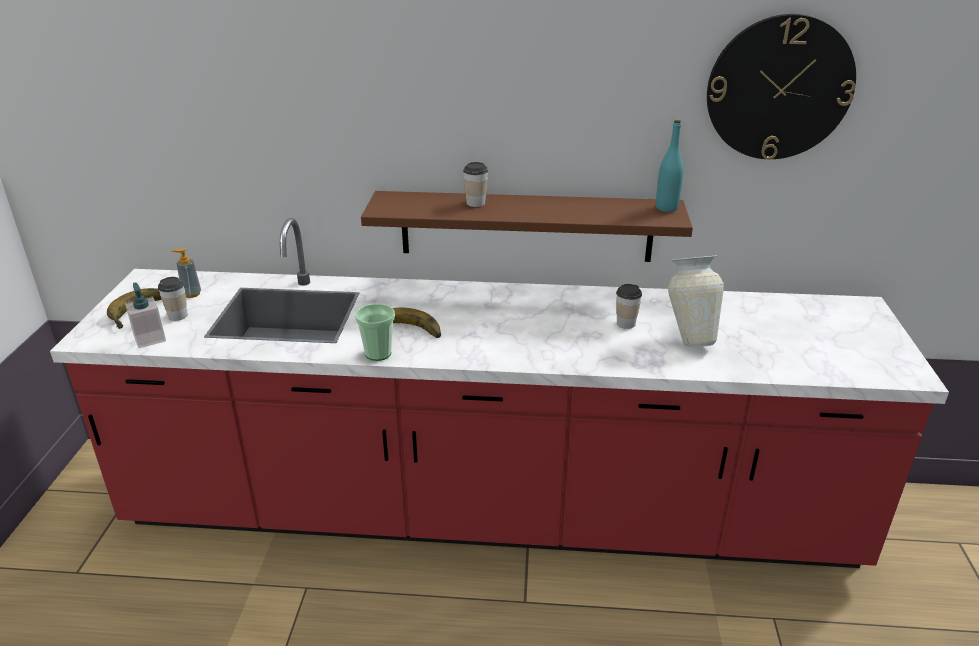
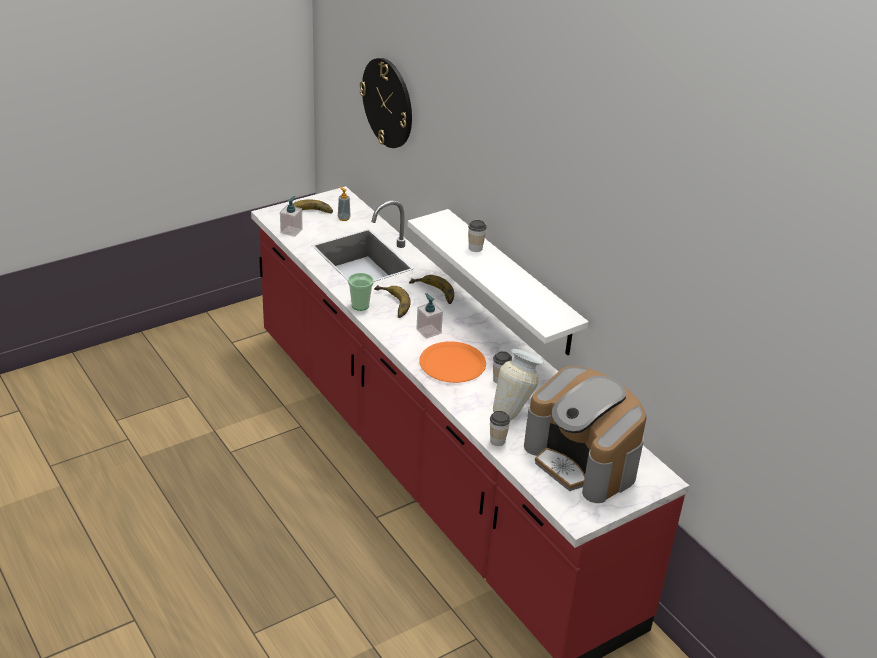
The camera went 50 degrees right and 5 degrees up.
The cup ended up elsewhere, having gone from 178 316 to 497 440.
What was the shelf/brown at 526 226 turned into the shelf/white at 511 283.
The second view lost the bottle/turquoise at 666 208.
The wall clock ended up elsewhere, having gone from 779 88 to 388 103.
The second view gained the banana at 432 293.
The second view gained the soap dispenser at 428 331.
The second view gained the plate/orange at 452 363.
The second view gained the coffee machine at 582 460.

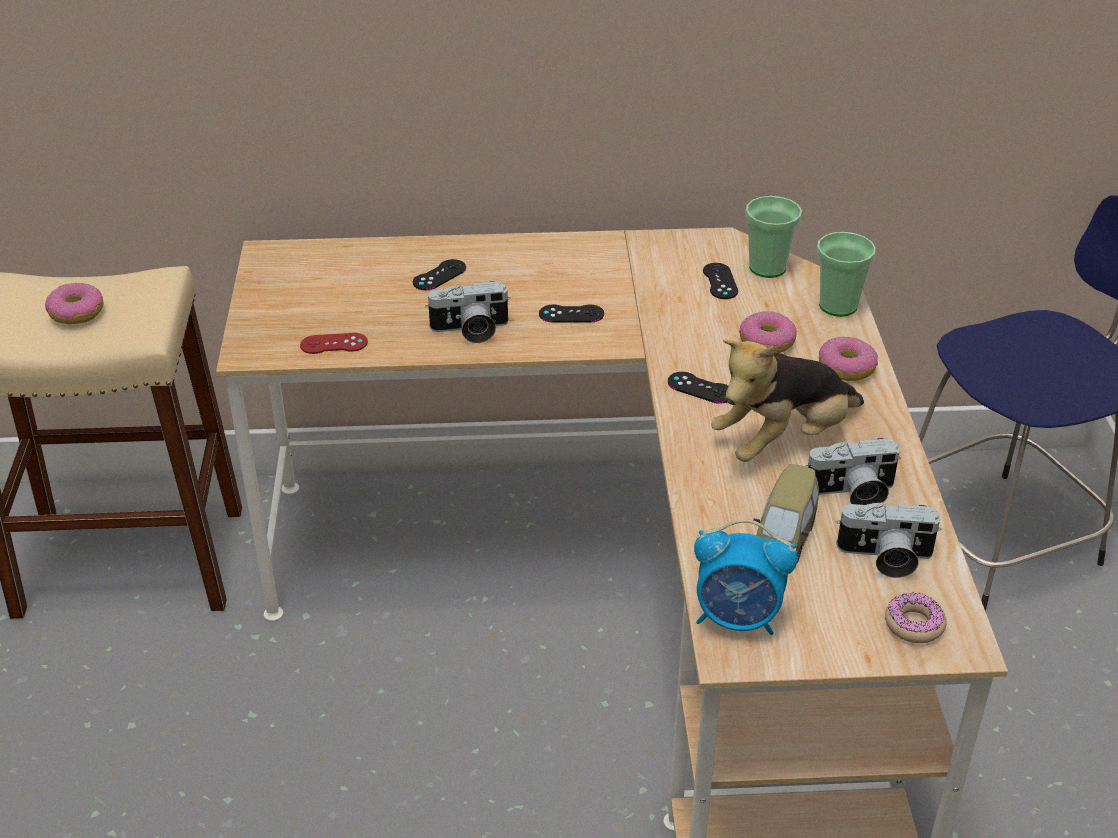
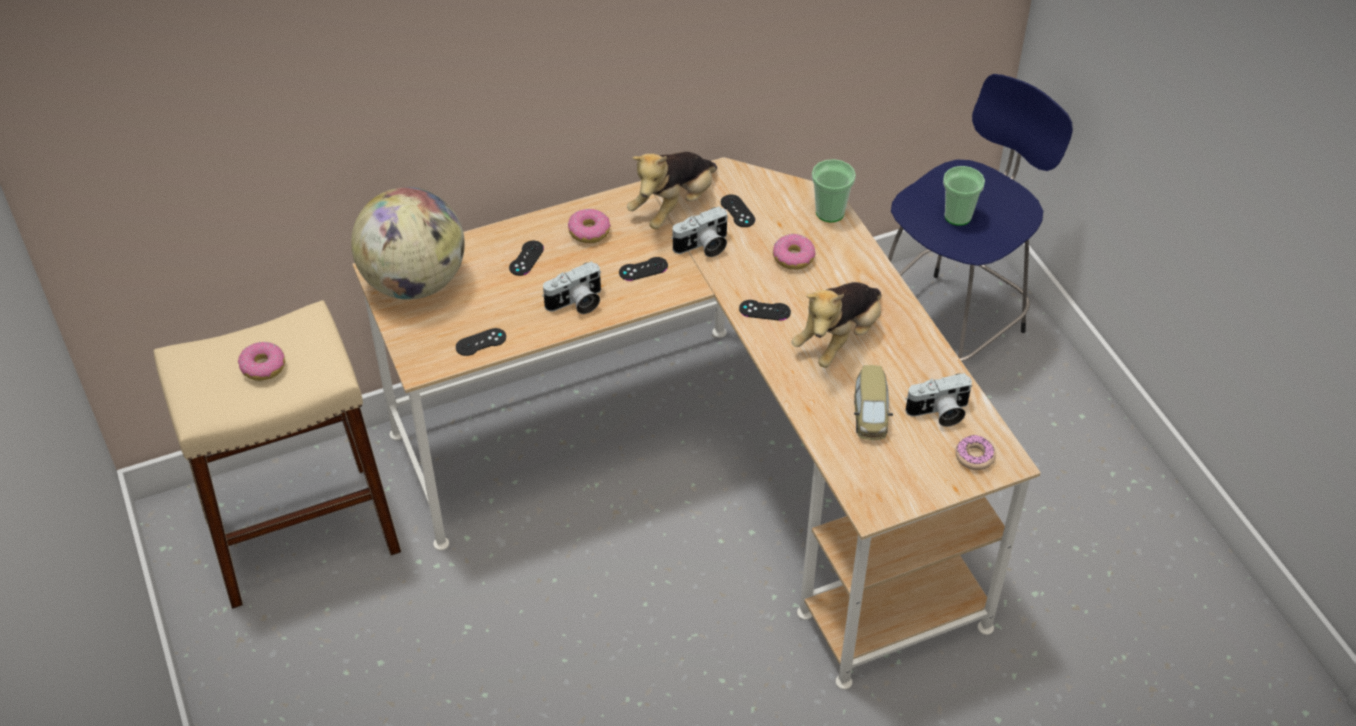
The camera went 20 degrees left and 10 degrees up.
What was the game controller/red at 334 344 turned into the game controller/black at 481 342.
The second view lost the alarm clock at 738 618.
The cup ended up elsewhere, having gone from 767 268 to 957 216.
The photo camera ended up elsewhere, having gone from 852 493 to 703 247.
The donut ended up elsewhere, having gone from 847 368 to 589 231.
The second view gained the globe at 415 282.
The second view gained the plush toy at 674 206.

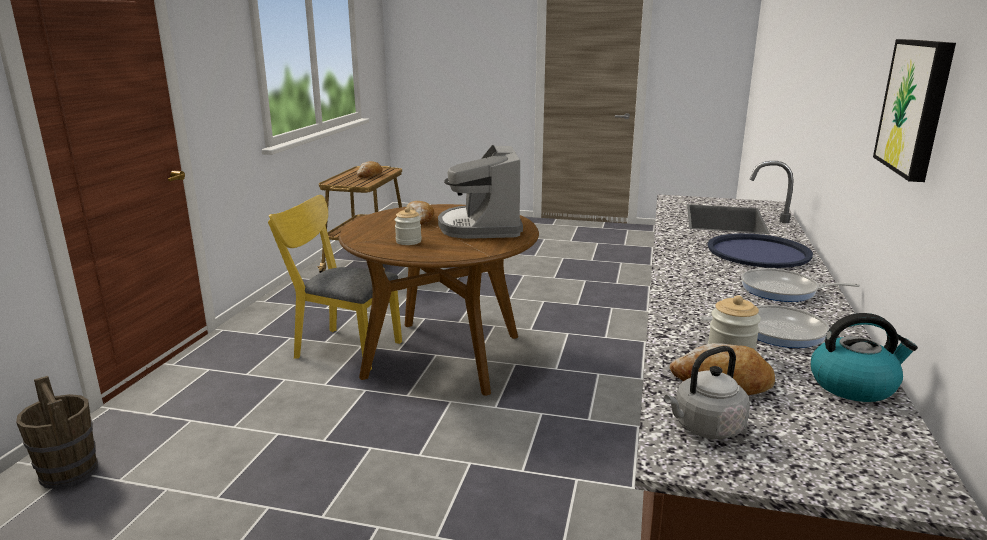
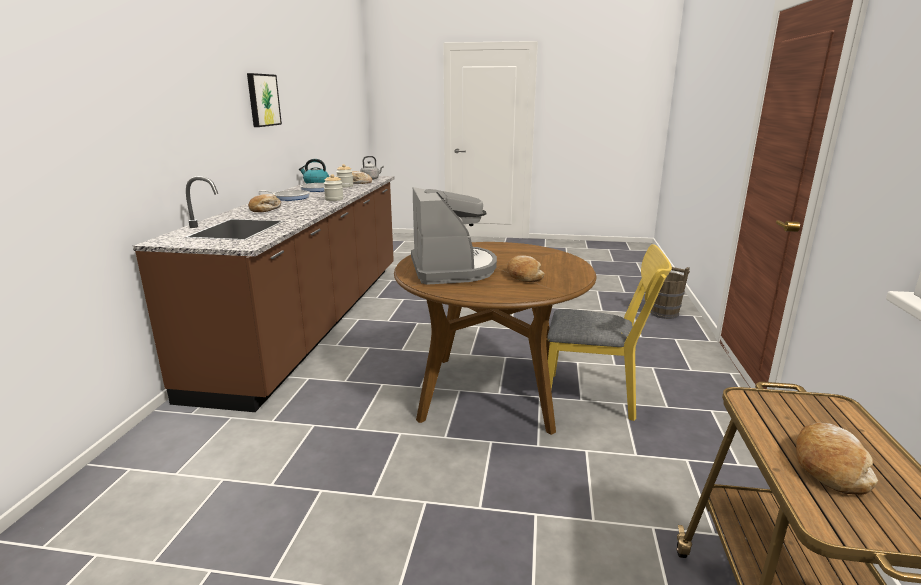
The camera went 175 degrees right and 0 degrees up.
The jar ended up elsewhere, having gone from 408 241 to 334 199.
Where the tray/blue stood at 758 252, the bread came to stand at 266 209.

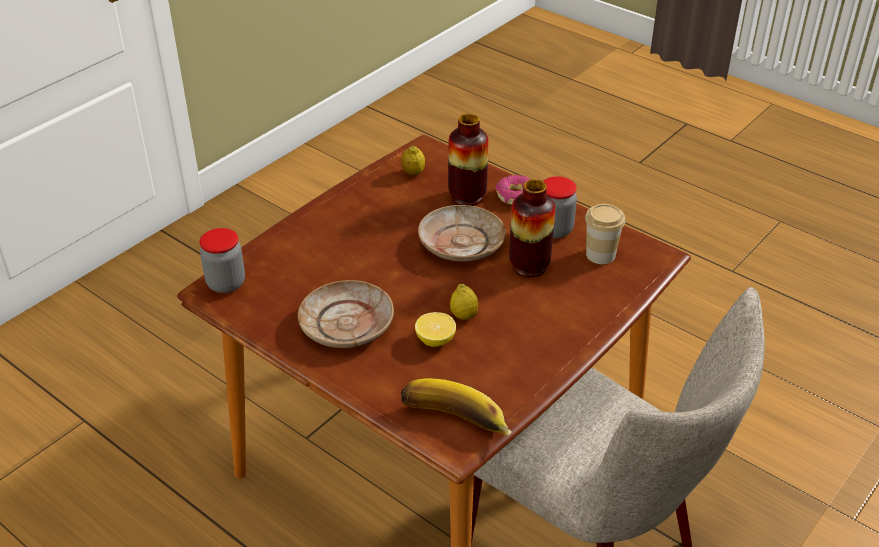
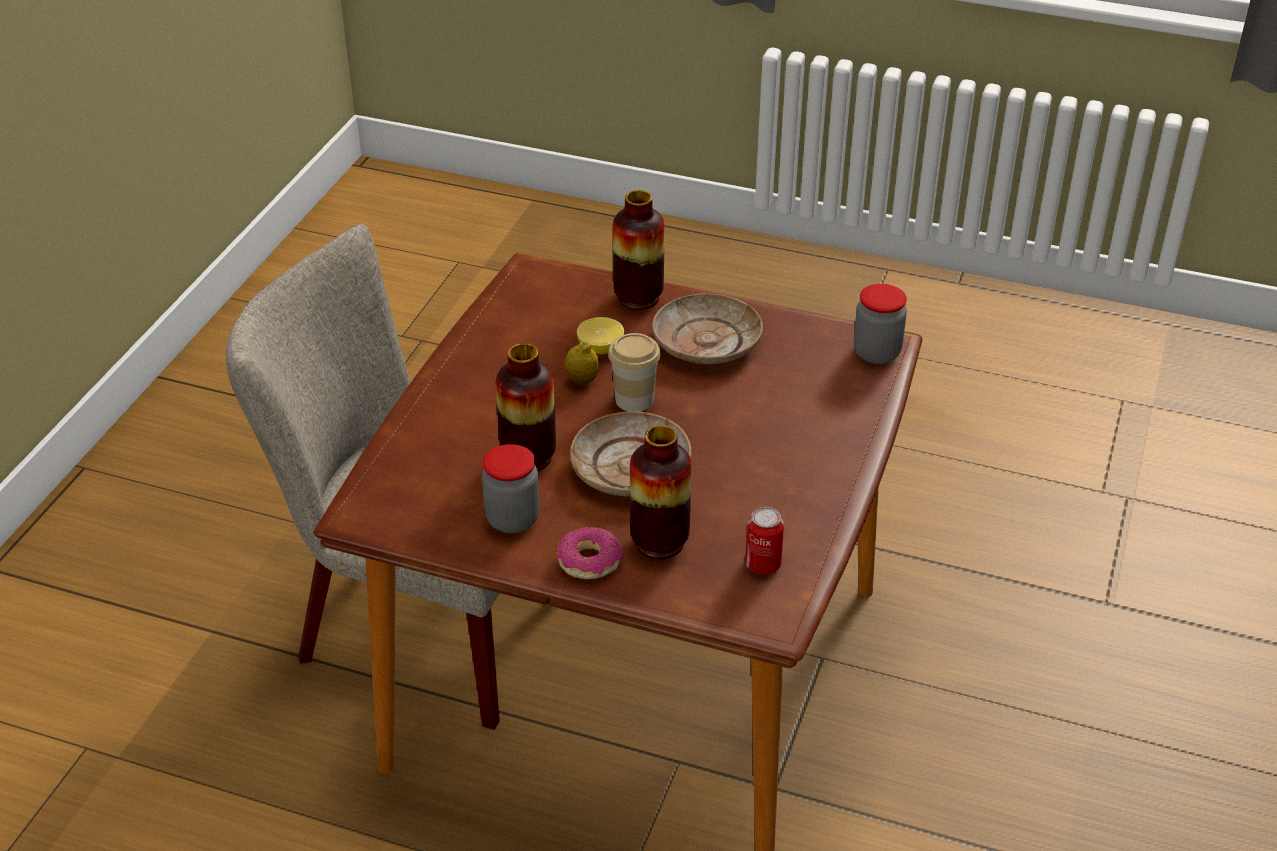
The camera went 160 degrees right and 0 degrees up.
Where the lemon stood at 413 173, the can came to stand at 763 564.
The second view lost the banana at 453 424.
The cup ended up elsewhere, having gone from 600 254 to 634 399.
The second view gained the vase at 638 298.

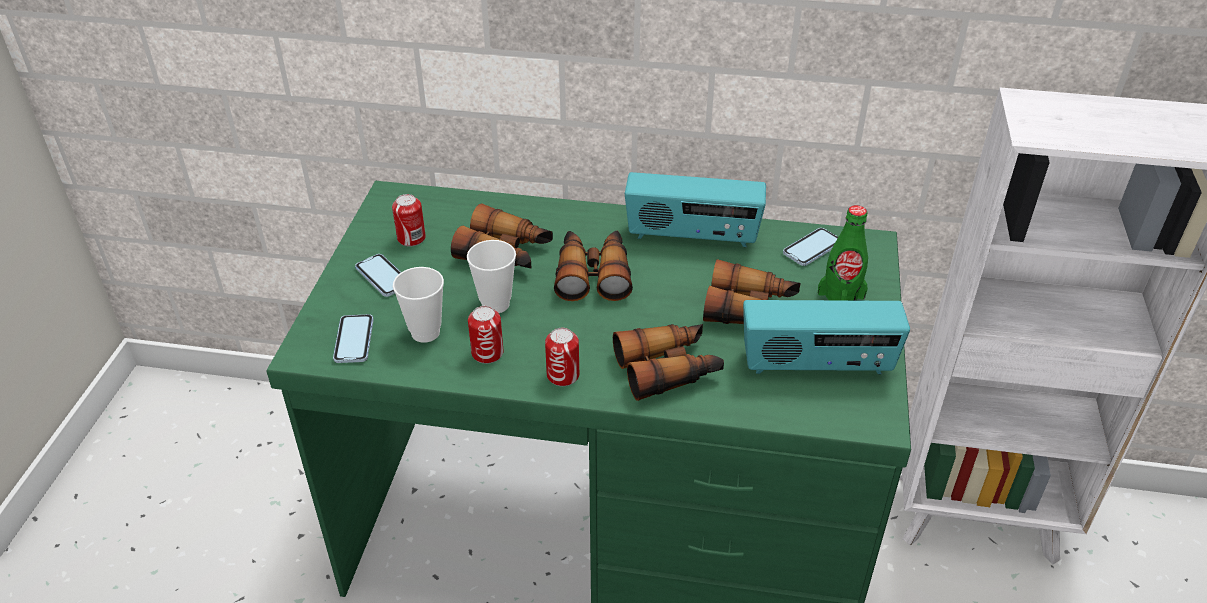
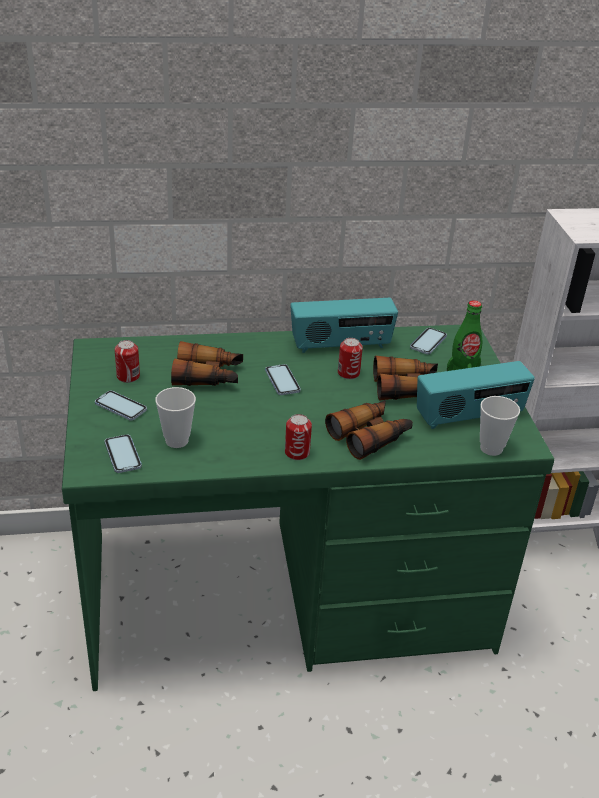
The camera went 20 degrees left and 5 degrees down.
The cup ended up elsewhere, having gone from 495 304 to 491 448.
The can ended up elsewhere, having gone from 487 353 to 348 373.
Where the binoculars stood at 593 274, the phone came to stand at 282 381.

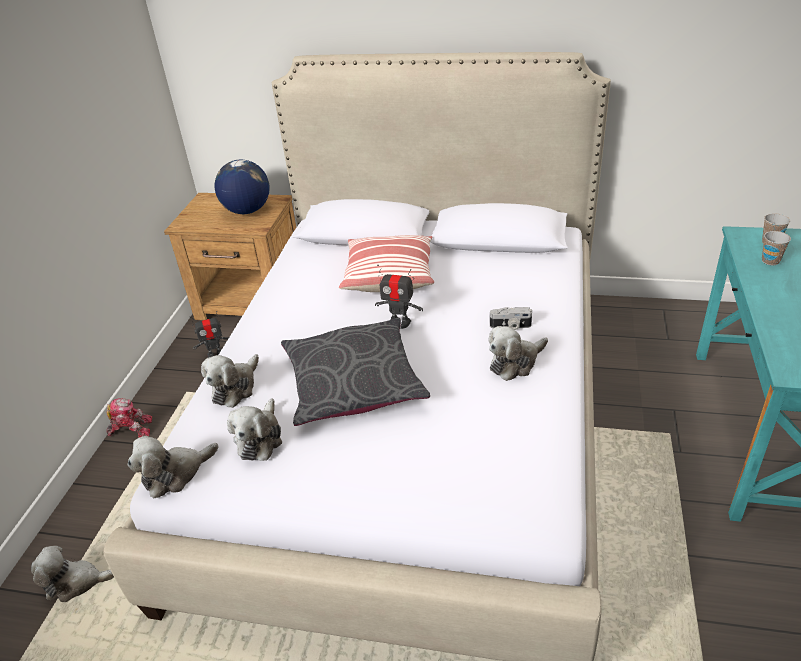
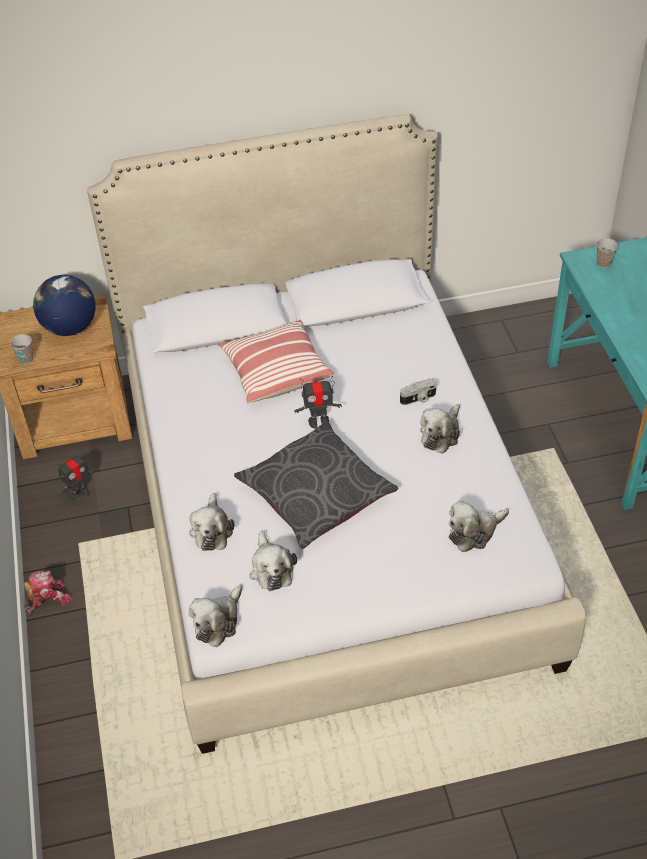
The camera went 25 degrees left and 10 degrees up.
The plush toy ended up elsewhere, having gone from 76 583 to 474 532.
The cup ended up elsewhere, having gone from 770 261 to 26 359.

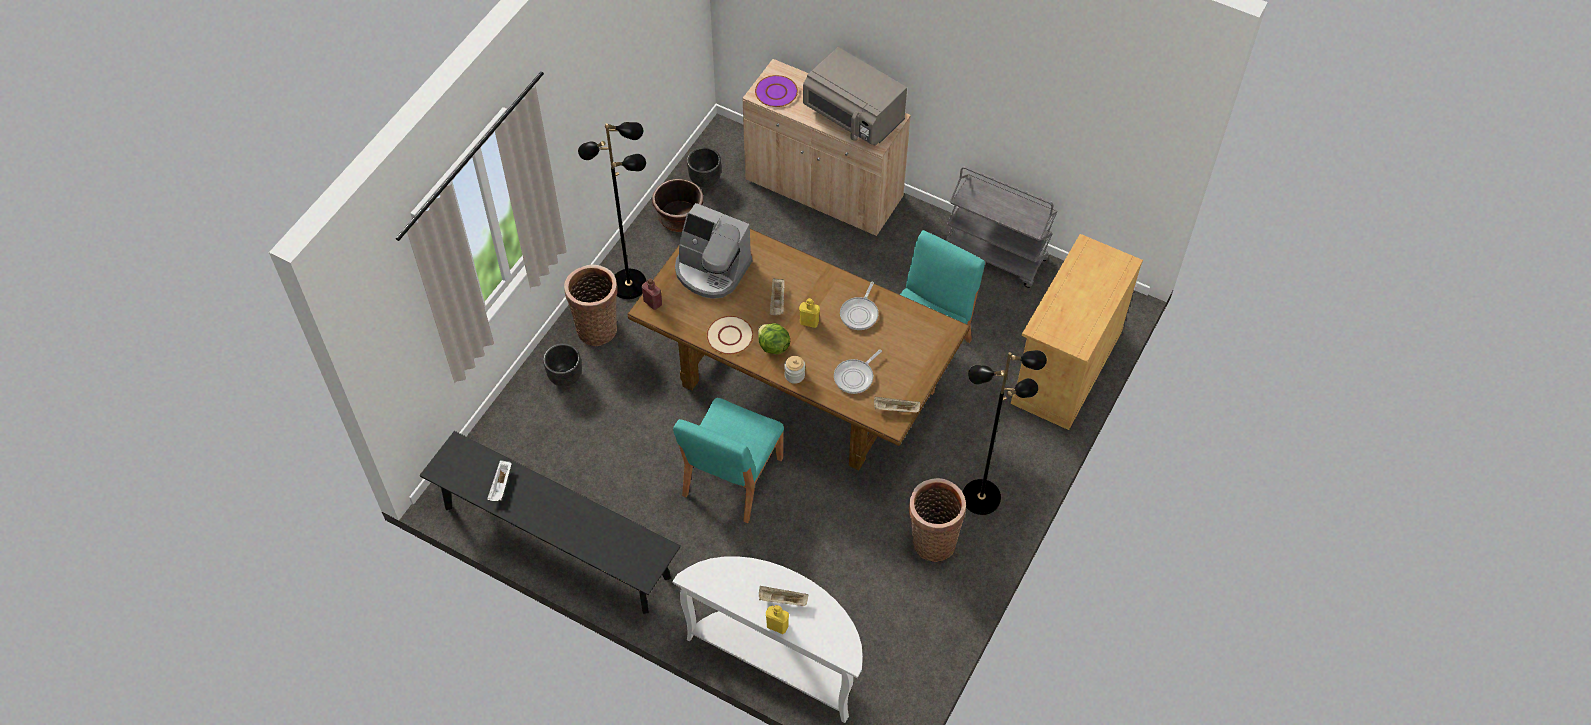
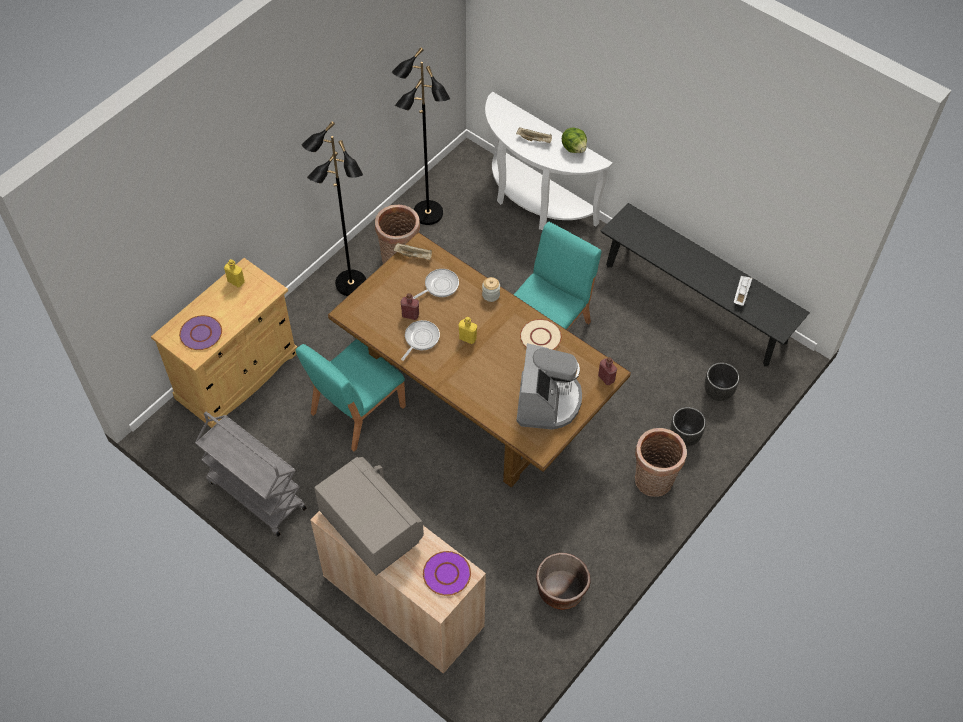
The camera went 170 degrees left and 0 degrees up.
The floor lamp/black ended up elsewhere, having gone from 629 283 to 427 214.
The coffee machine at 711 270 ended up facing another way, 60 degrees clockwise from before.
The planter/black ended up elsewhere, having gone from 705 180 to 718 393.
The lettuce ended up elsewhere, having gone from 773 346 to 574 148.
The bottle/yellow ended up elsewhere, having gone from 777 626 to 236 281.
The second view lost the tray/beige at 777 302.
The second view gained the plate/purple at 201 334.
The second view gained the bottle/red at 410 315.

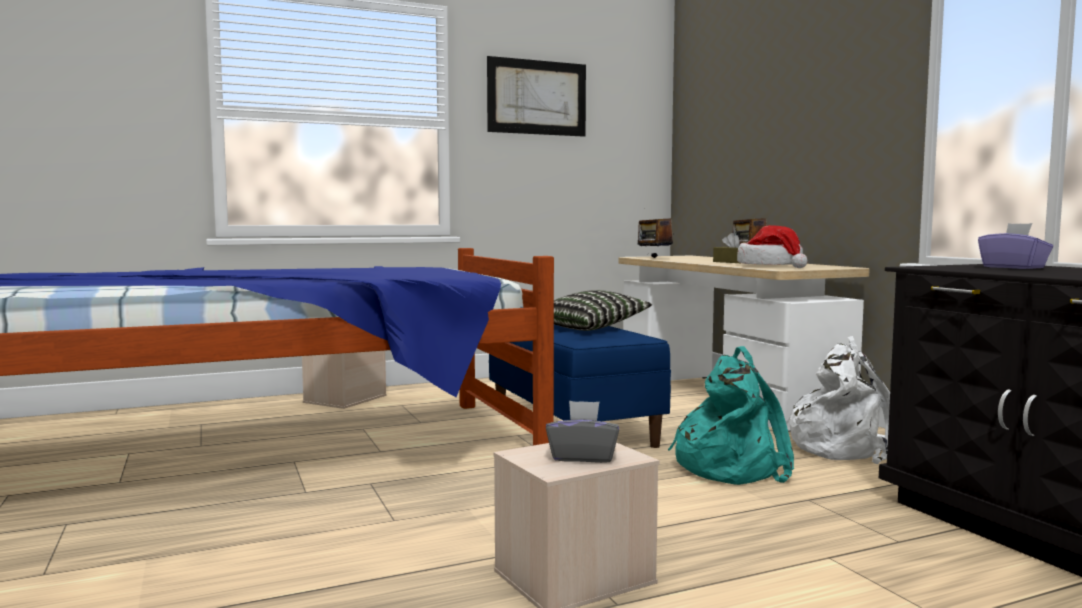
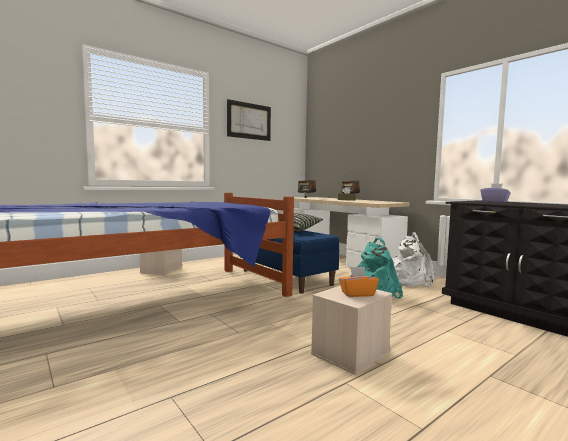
The camera went 15 degrees left and 0 degrees up.
What was the tissue box/grey at 583 457 turned into the tissue box/orange at 357 294.
The second view lost the hat at 771 266.

